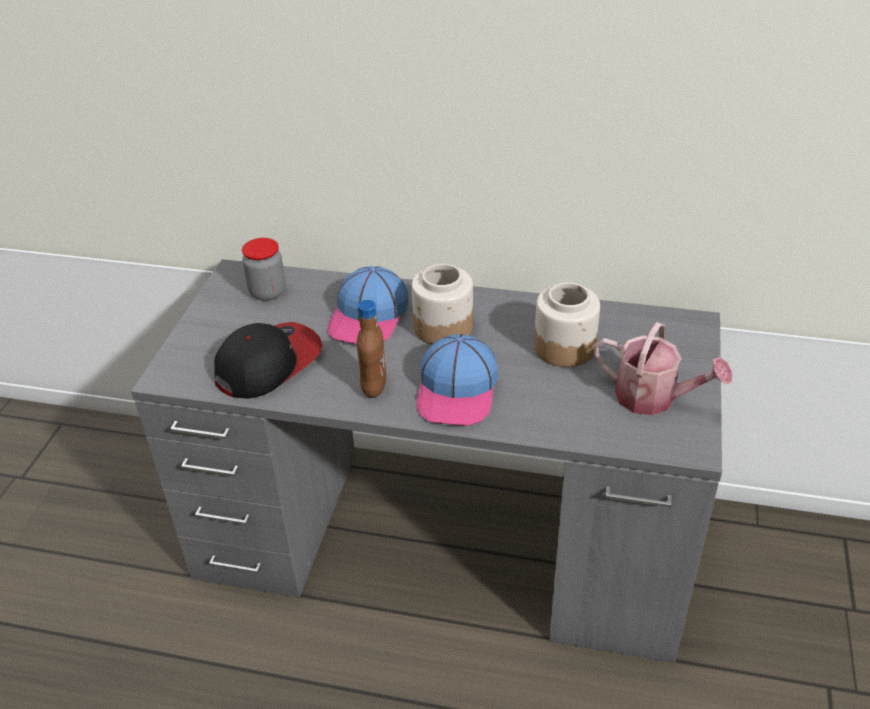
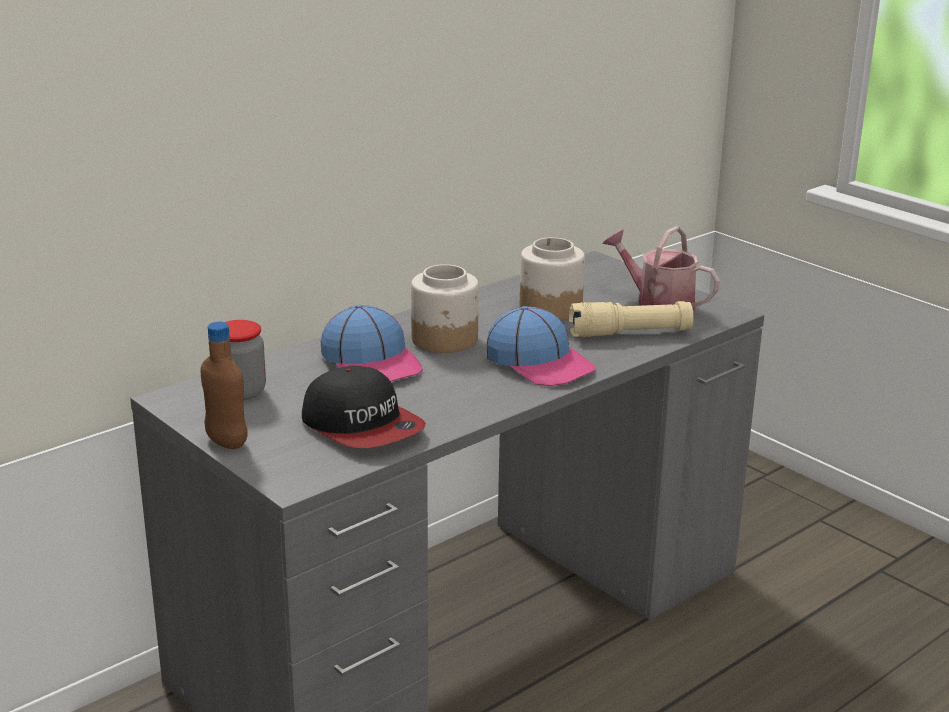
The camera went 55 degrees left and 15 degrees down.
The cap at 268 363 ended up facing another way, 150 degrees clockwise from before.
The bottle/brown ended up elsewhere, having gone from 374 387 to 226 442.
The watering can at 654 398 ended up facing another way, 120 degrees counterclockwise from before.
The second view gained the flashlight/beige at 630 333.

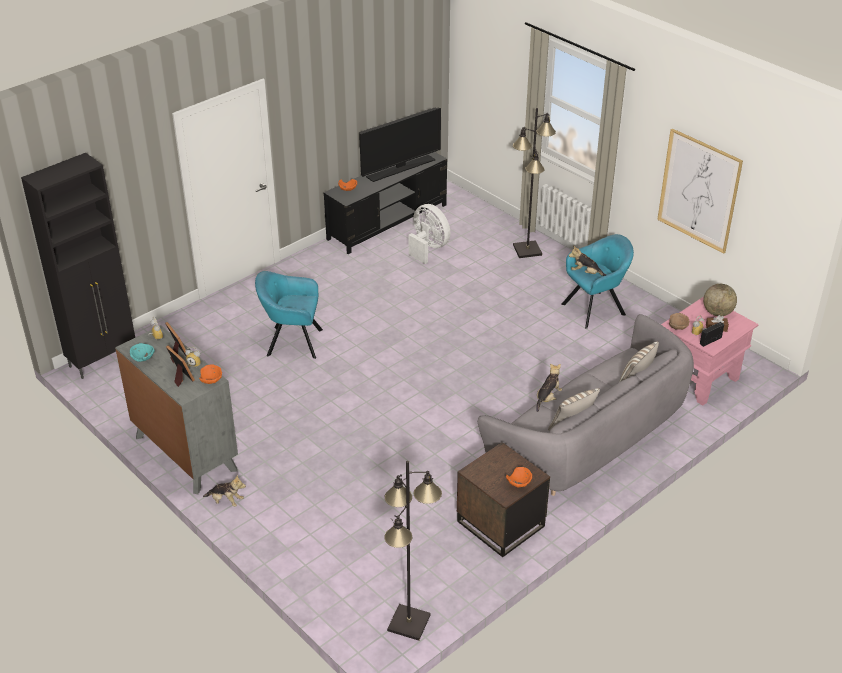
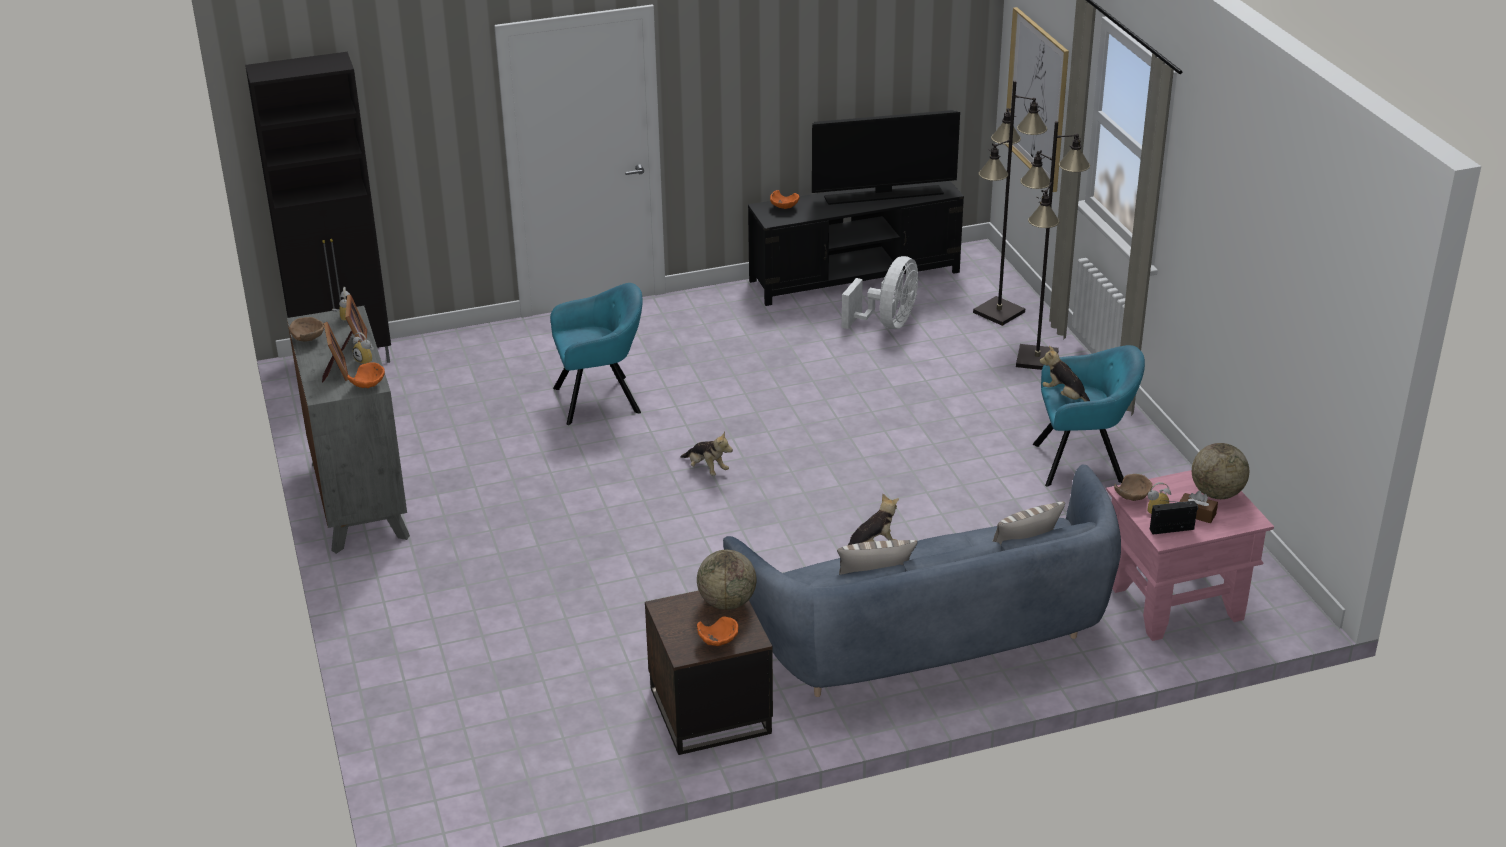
The camera went 25 degrees right and 5 degrees down.
What was the bowl/turquoise at 144 358 turned into the bowl/brown at 309 339.
The plush toy ended up elsewhere, having gone from 226 501 to 706 469.
The armchair/turquoise at 292 342 ended up facing another way, 135 degrees clockwise from before.
The floor lamp/black ended up elsewhere, having gone from 409 623 to 999 312.
The fan/white at 428 248 ended up facing another way, 45 degrees clockwise from before.
What was the sofa/grey at 590 440 turned into the sofa/blue at 931 639.
The picture ended up elsewhere, having gone from 699 190 to 1037 99.
The second view gained the globe at 727 602.

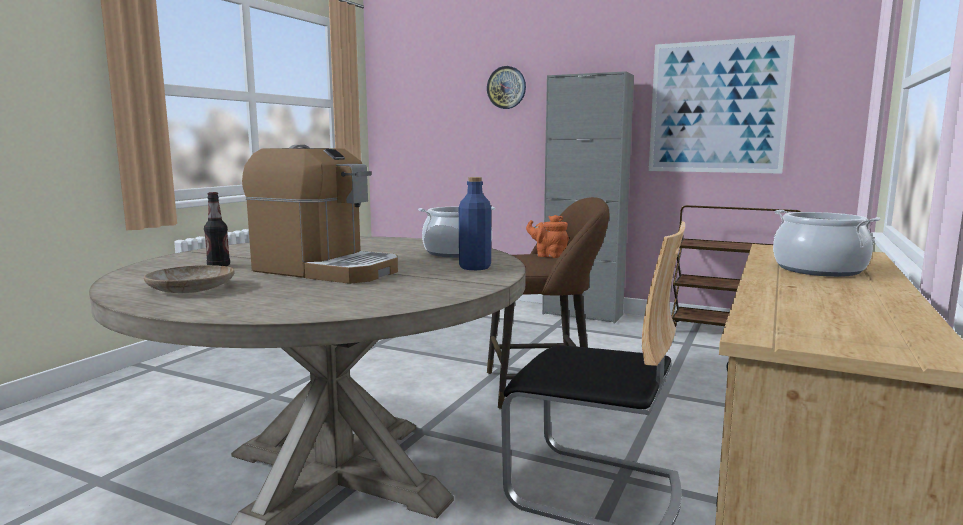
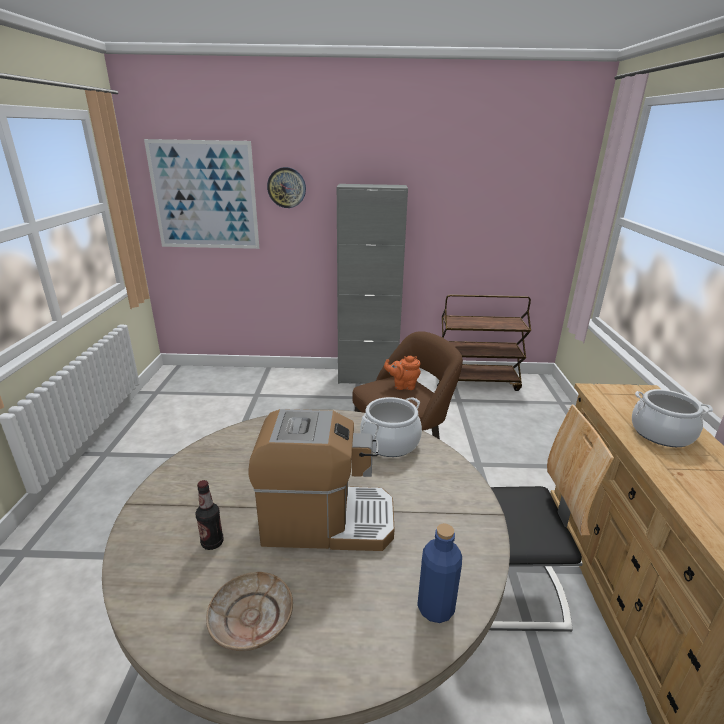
The camera went 25 degrees left and 15 degrees up.
The bottle/blue ended up elsewhere, having gone from 475 267 to 435 608.
The picture ended up elsewhere, having gone from 717 107 to 204 196.

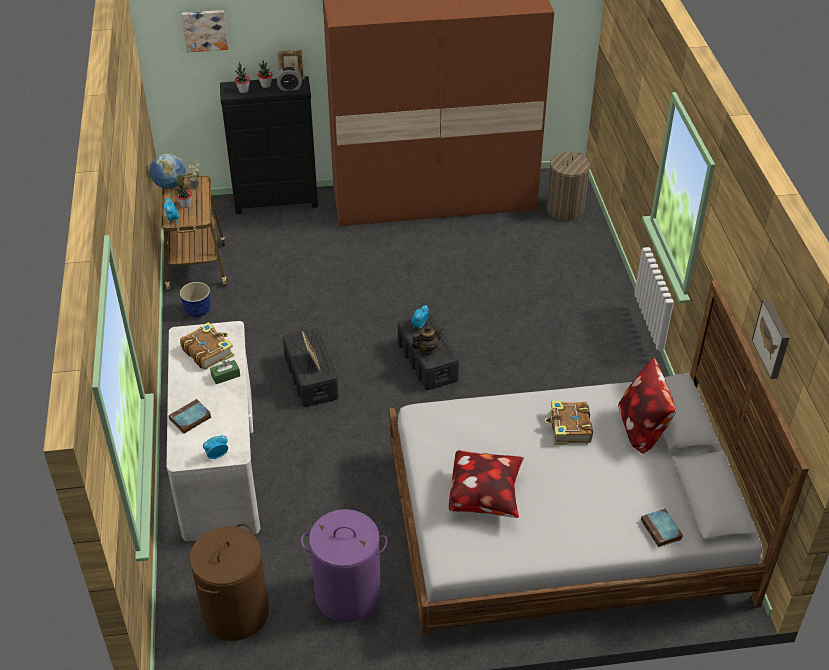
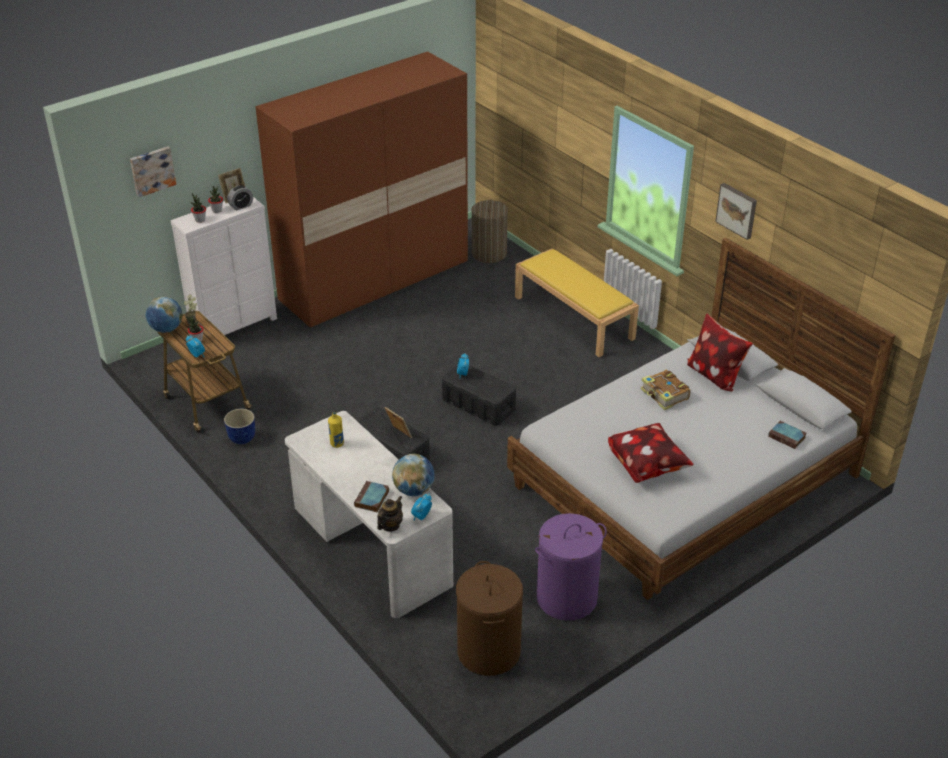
The camera went 30 degrees left and 5 degrees down.
Where the book stood at 208 351, the bottle/yellow came to stand at 337 444.
The second view lost the tissue box/green at 225 376.
What was the dresser/black at 276 202 turned into the dresser/white at 235 327.
The teapot ended up elsewhere, having gone from 427 349 to 390 525.
The picture ended up elsewhere, having gone from 773 338 to 737 210.
The second view gained the globe at 414 490.
The second view gained the bench/yellow at 574 318.

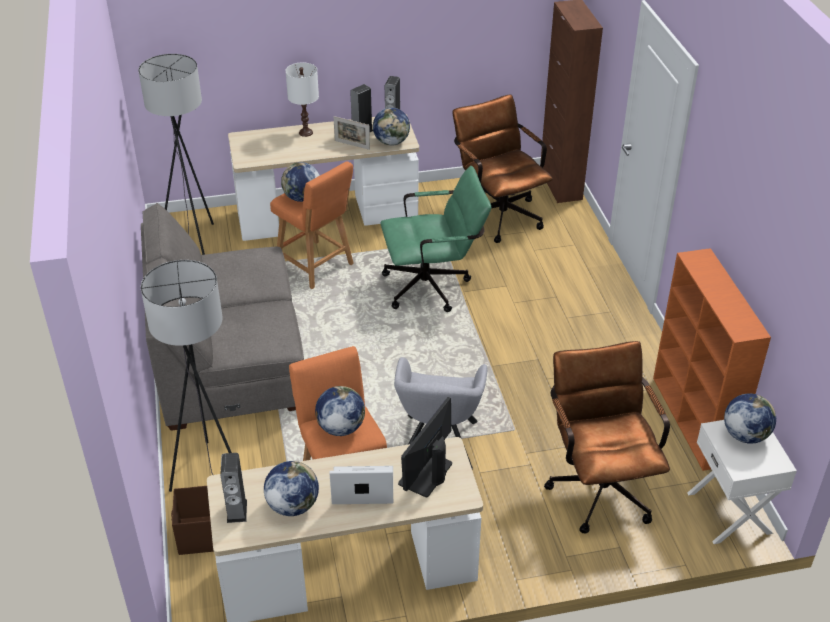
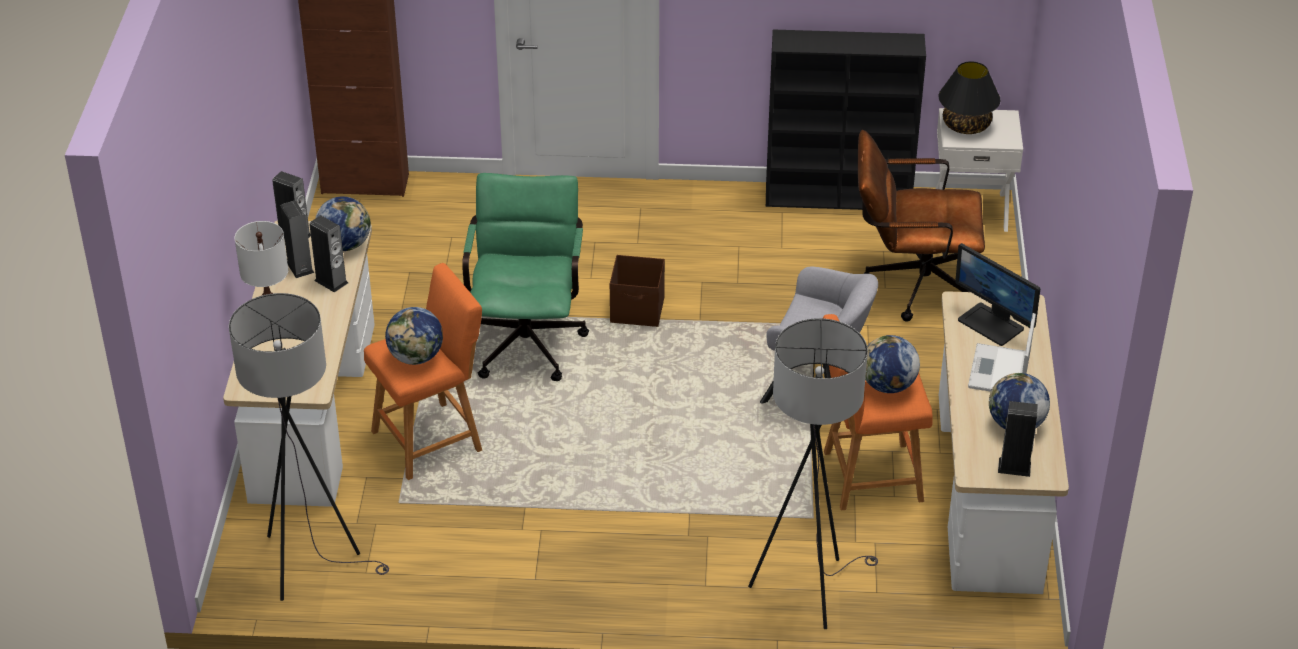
The camera went 75 degrees left and 0 degrees up.
The second view lost the sofa/grey at 230 361.
The storage box/brown ended up elsewhere, having gone from 200 536 to 638 311.
Where the picture frame stood at 352 145, the speaker came to stand at 331 281.
The second view lost the office chair/brown at 498 213.
What was the bookcase/orange at 693 421 turned into the bookcase/black at 839 197.
Where the globe stood at 745 435, the table lamp/black came to stand at 965 125.

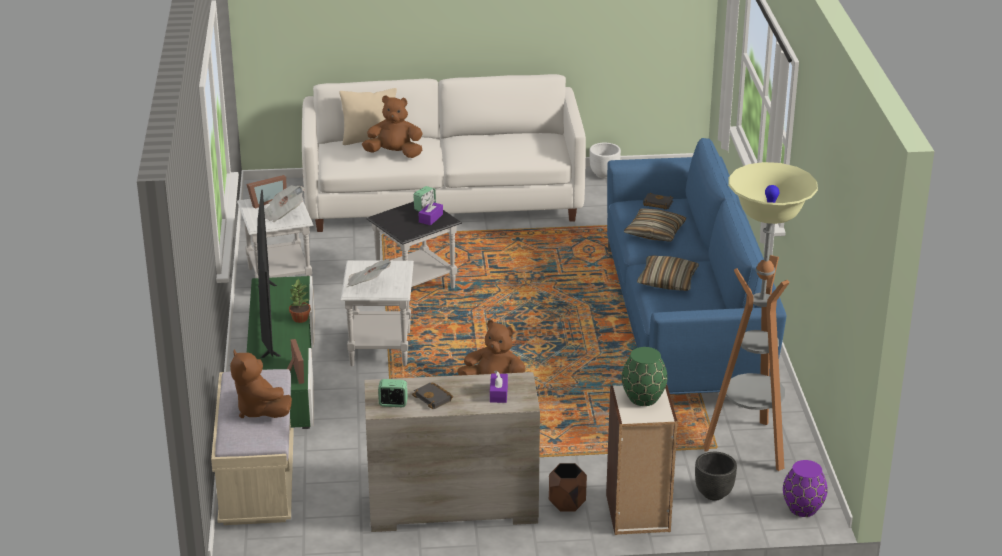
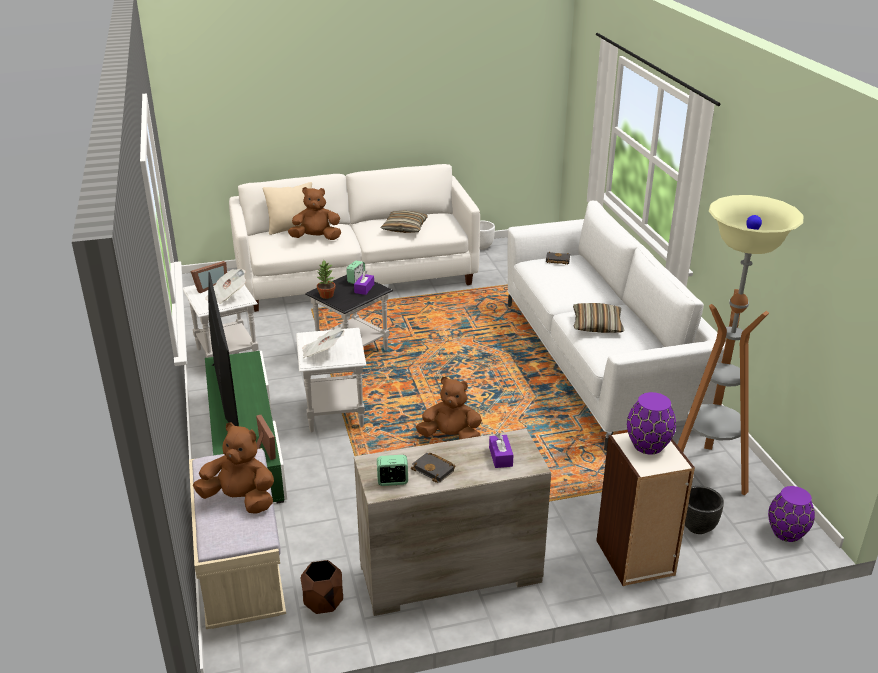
The camera went 10 degrees left and 0 degrees up.
The plush toy/brown at 259 410 ended up facing another way, 150 degrees clockwise from before.
The potted plant ended up elsewhere, having gone from 300 319 to 326 295.
The planter/brown ended up elsewhere, having gone from 566 503 to 323 602.
What was the sofa/blue at 684 325 turned into the sofa/white at 597 363.
What was the vase/green at 643 398 turned into the vase/purple at 647 446.
The pillow ended up elsewhere, having gone from 655 232 to 404 228.

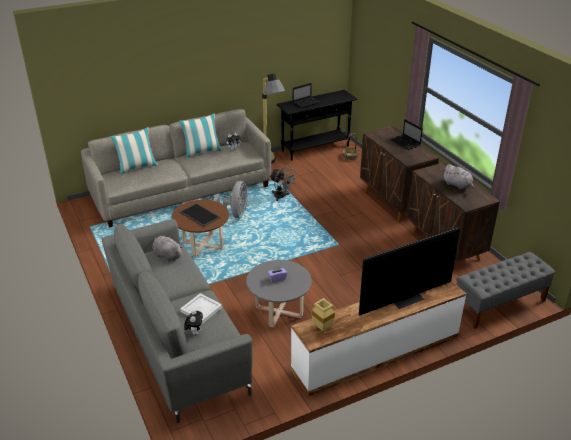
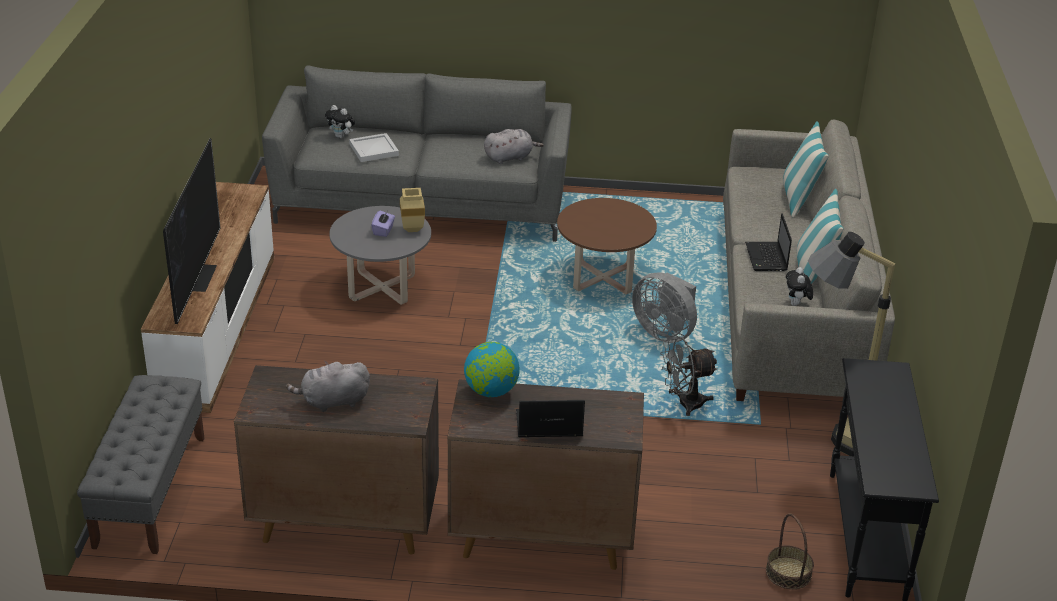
The camera went 120 degrees right and 0 degrees up.
The second view lost the tray at 199 215.
The laptop ended up elsewhere, having gone from 306 103 to 766 258.
The vase/beige ended up elsewhere, having gone from 321 327 to 413 229.
The second view gained the globe at 491 391.

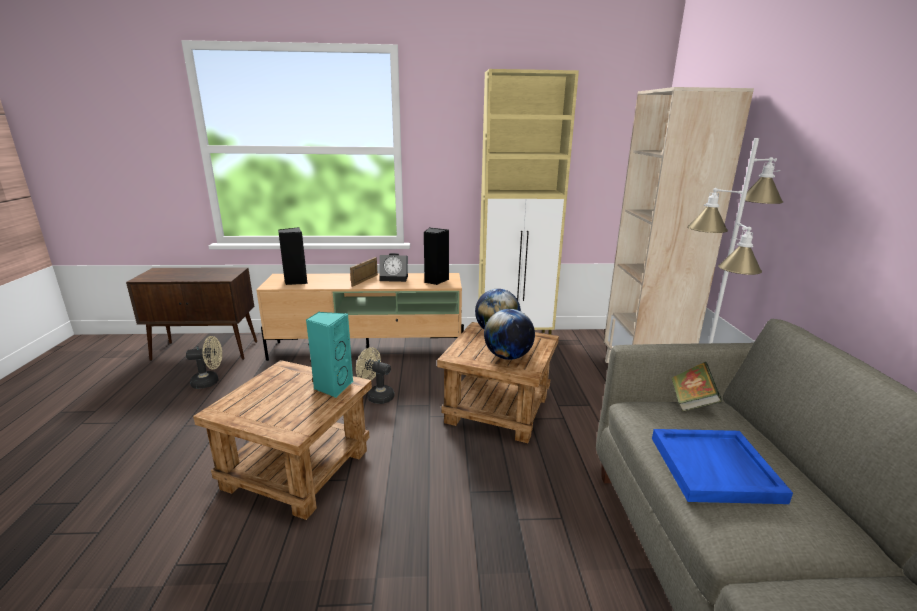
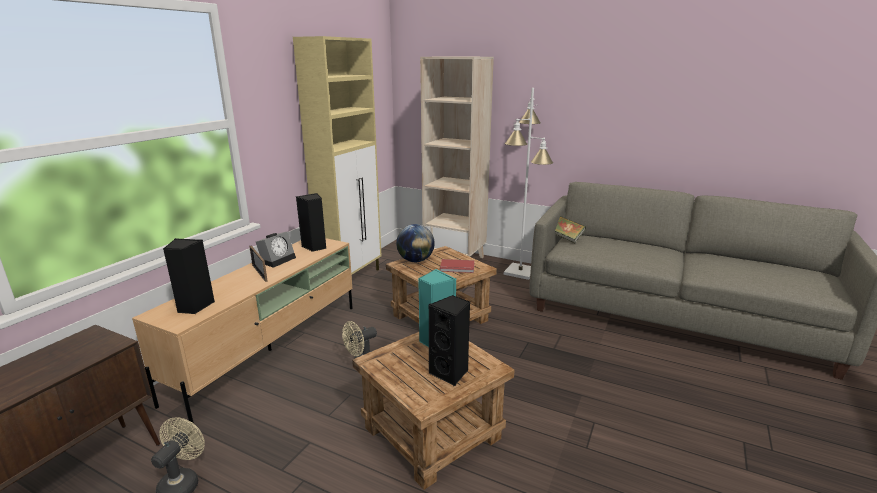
The camera went 60 degrees left and 0 degrees up.
Where the globe stood at 508 356, the book/red came to stand at 457 268.
The second view lost the tray/blue at 715 469.
The second view gained the speaker/black at 450 373.

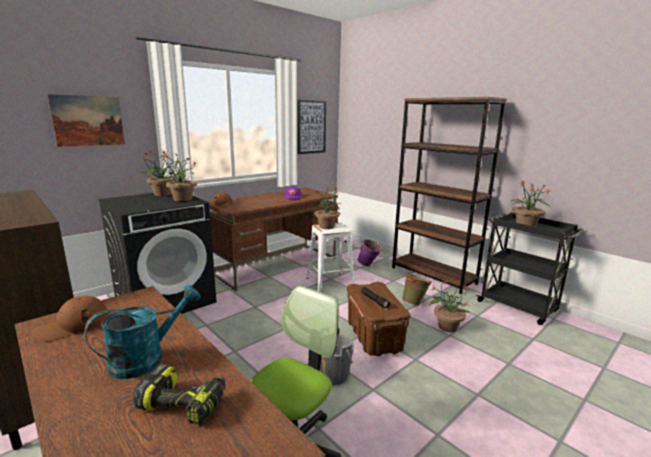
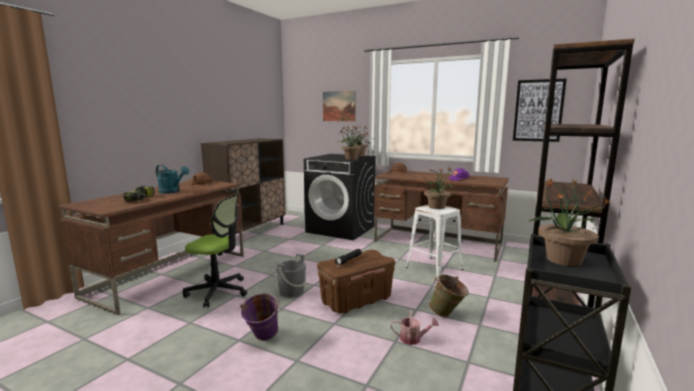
The camera went 70 degrees right and 5 degrees down.
The bucket/purple ended up elsewhere, having gone from 369 265 to 262 339.
Where the potted plant stood at 447 327, the watering can came to stand at 413 339.

